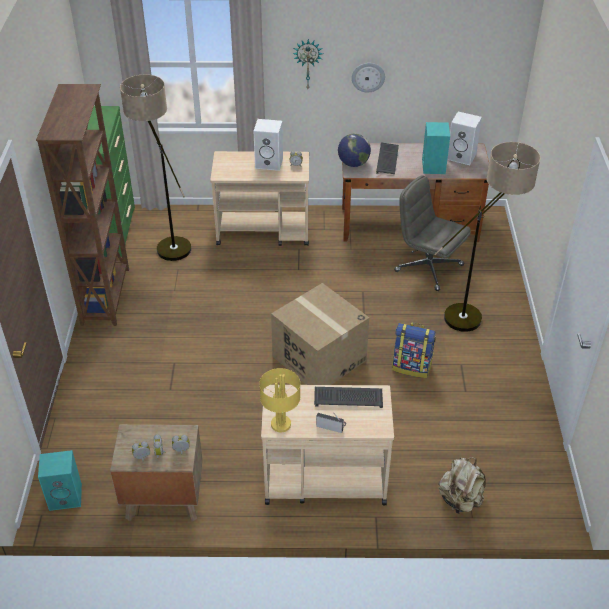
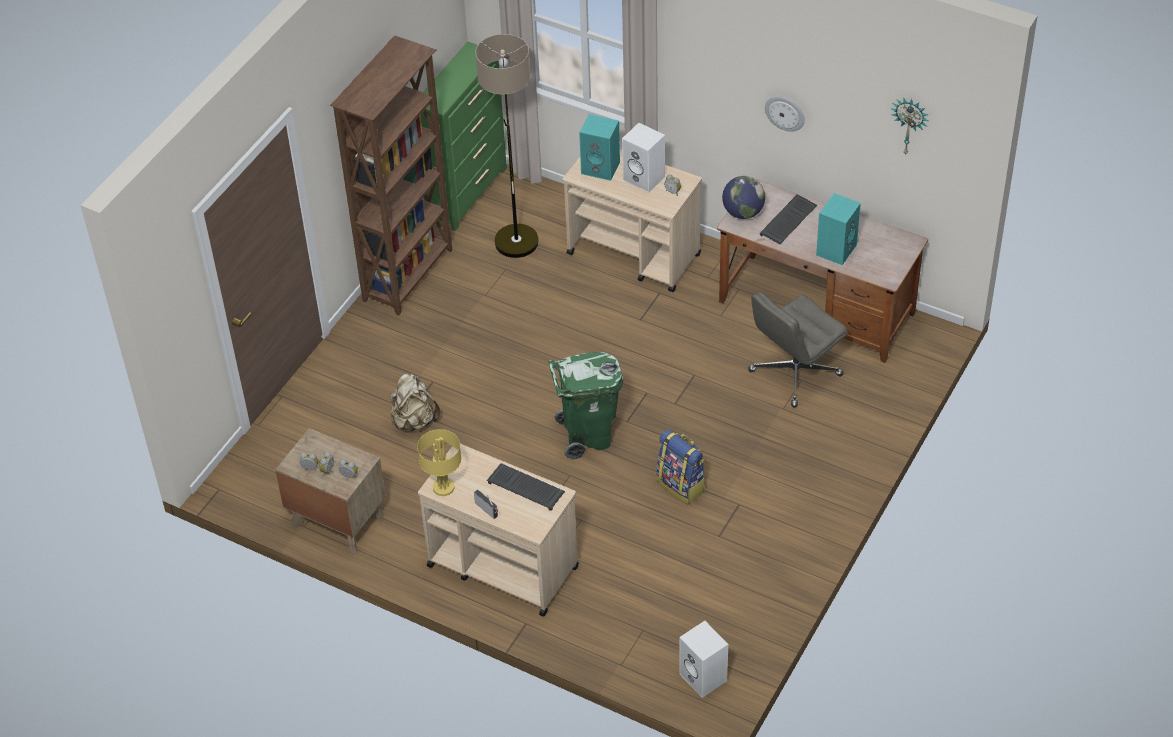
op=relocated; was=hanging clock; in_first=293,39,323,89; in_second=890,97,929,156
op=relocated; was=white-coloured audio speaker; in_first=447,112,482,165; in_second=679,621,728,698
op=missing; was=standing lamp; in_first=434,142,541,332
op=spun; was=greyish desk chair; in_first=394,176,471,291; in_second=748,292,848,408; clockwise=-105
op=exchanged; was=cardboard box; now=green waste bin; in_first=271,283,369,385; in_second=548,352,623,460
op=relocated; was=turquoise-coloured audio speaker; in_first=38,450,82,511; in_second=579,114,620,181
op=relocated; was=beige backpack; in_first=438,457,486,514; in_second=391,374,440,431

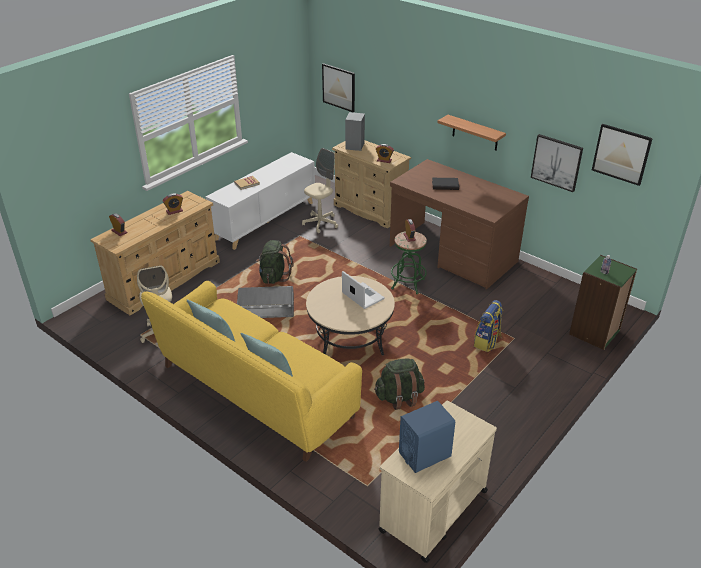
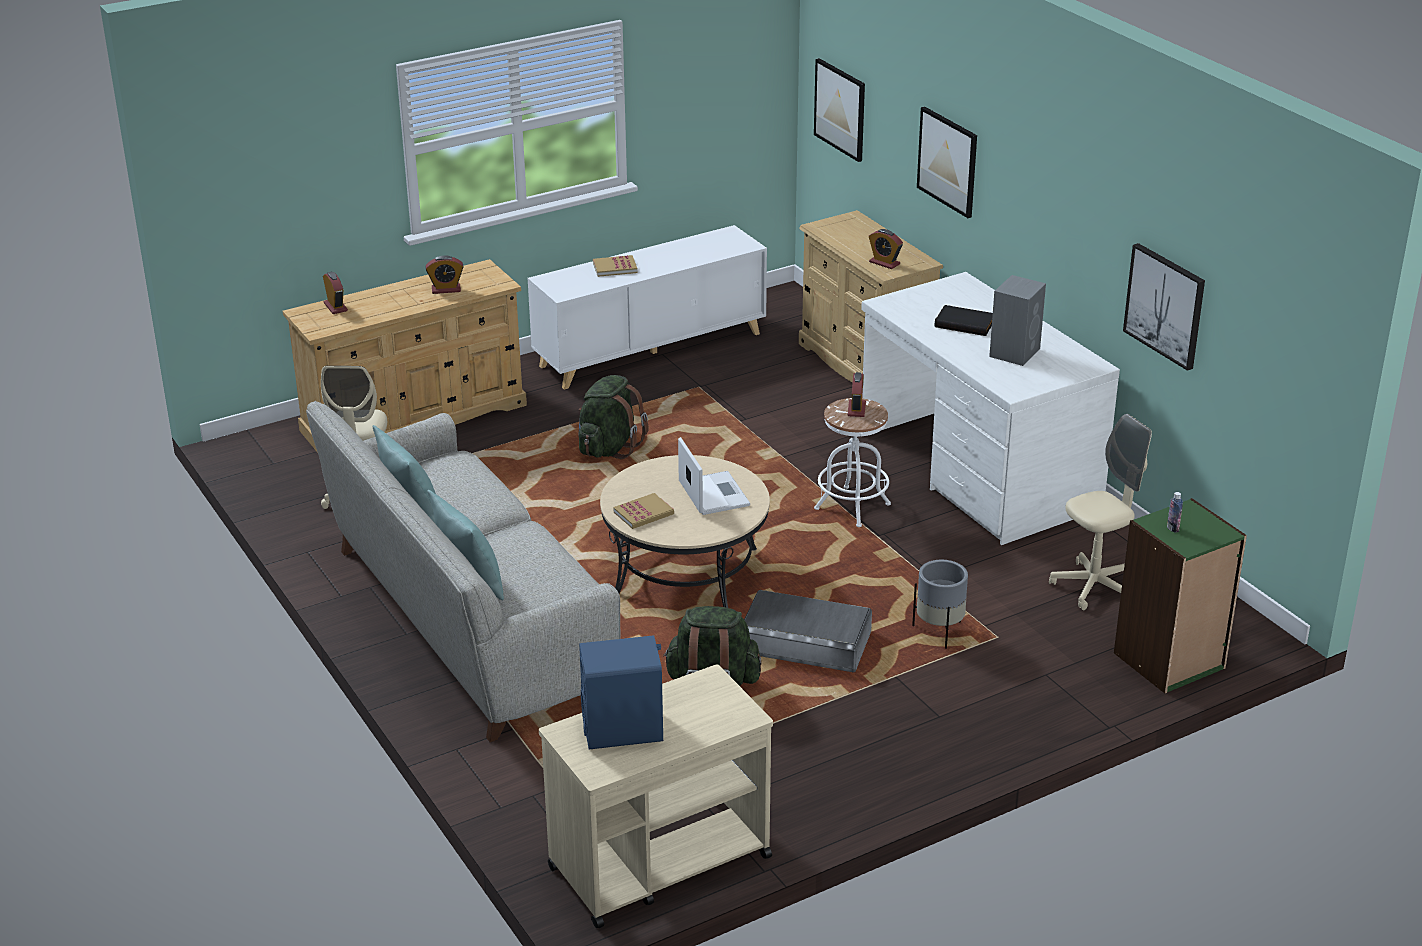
op=relocated; was=greyish audio speaker; in_first=345,112,365,151; in_second=989,275,1046,366
op=missing; was=bracket shelf; in_first=437,115,506,151
op=relocated; was=picture; in_first=592,124,653,186; in_second=917,107,977,218
op=relocated; was=beige desk chair; in_first=302,148,338,233; in_second=1049,414,1152,610
op=colour; was=brownish desk unit; now=white-coloured desk unit; in_first=390,159,529,290; in_second=861,272,1120,545
op=colour; was=green stool; now=white-coloured stool; in_first=391,231,427,294; in_second=814,398,891,527
op=colour; was=yellow-coloured settee; now=greyish settee; in_first=141,281,362,462; in_second=306,401,620,742
op=relocated; was=greyish storage bin; in_first=237,286,294,318; in_second=744,590,872,672
op=exchanged; was=backpack; now=greyish plant pot; in_first=474,300,503,352; in_second=912,560,968,649
op=appeared; now=bound book; in_second=613,493,674,529

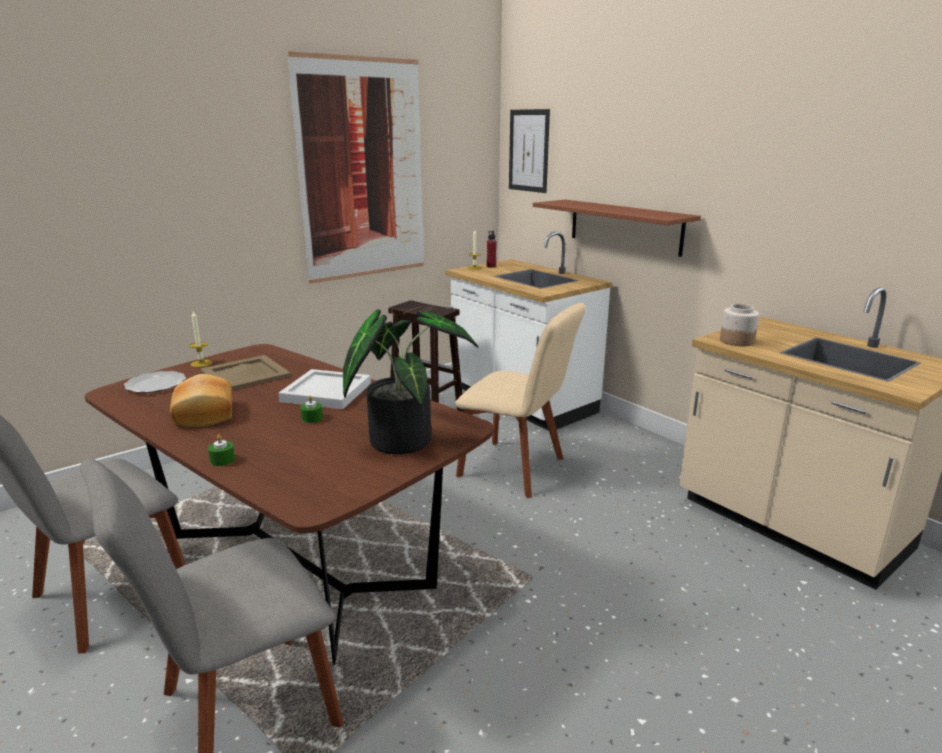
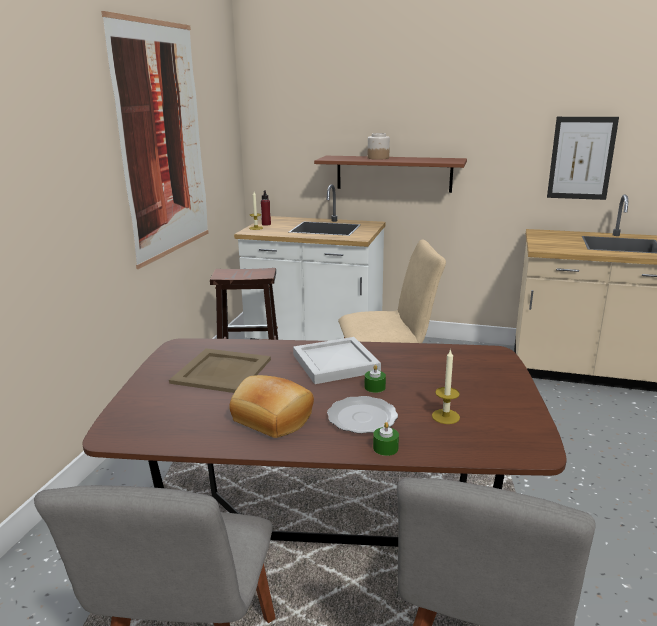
op=relocated; was=picture; in_first=509,109,550,193; in_second=547,117,619,200
op=relocated; was=jar; in_first=720,304,759,346; in_second=368,133,390,160
op=missing; was=plant in a pot; in_first=343,309,478,454
op=relocated; was=wax candle; in_first=189,311,212,367; in_second=432,349,460,424
op=relocated; was=plate; in_first=124,371,186,393; in_second=327,396,398,434

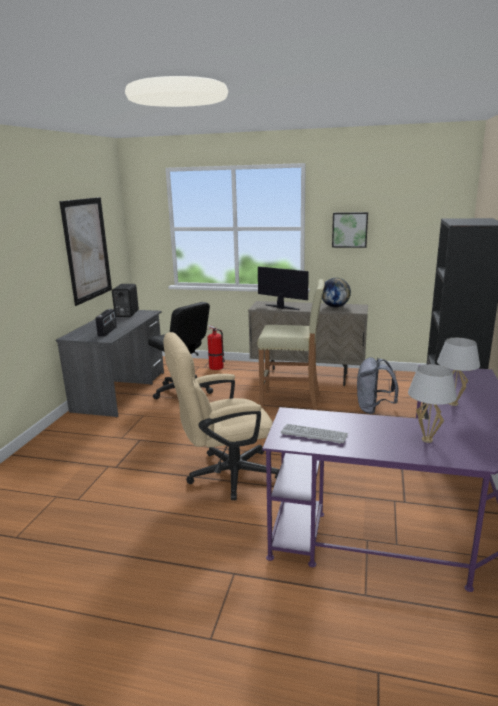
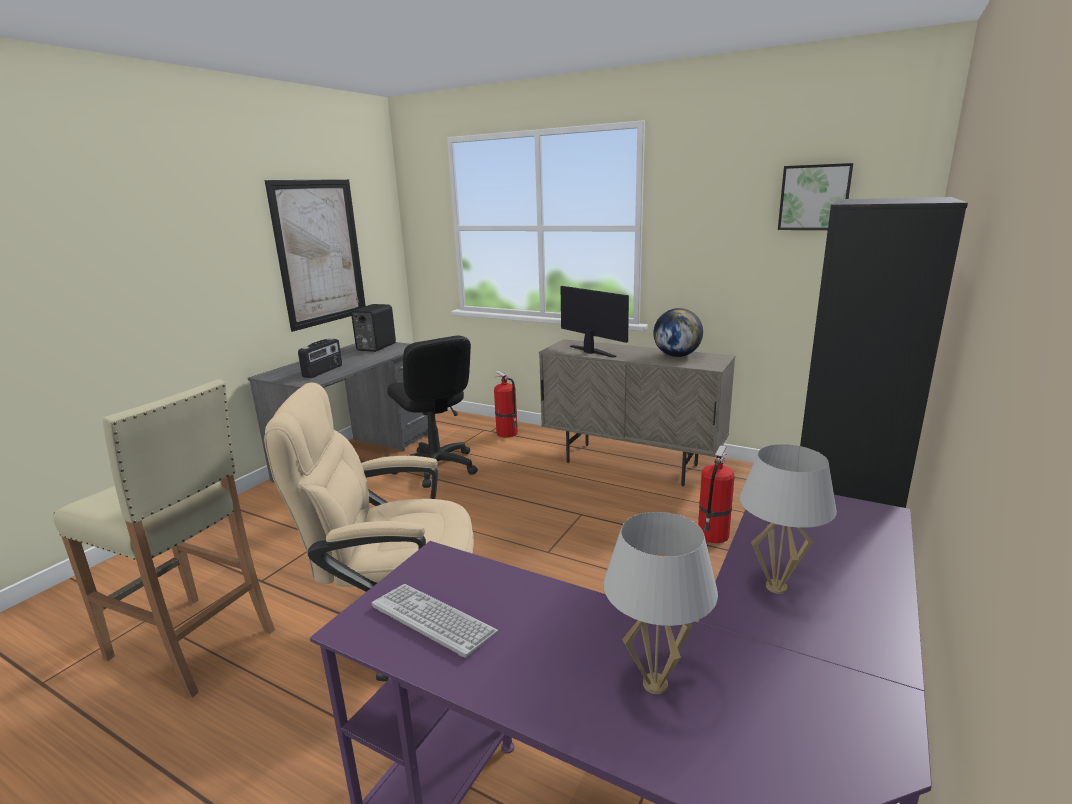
op=relocated; was=picture; in_first=332,212,368,248; in_second=778,163,854,230
op=relocated; was=beige stool; in_first=257,279,325,410; in_second=53,379,275,698
op=exchanged; was=greyish backpack; now=fire extinguisher; in_first=357,357,398,414; in_second=698,445,735,543

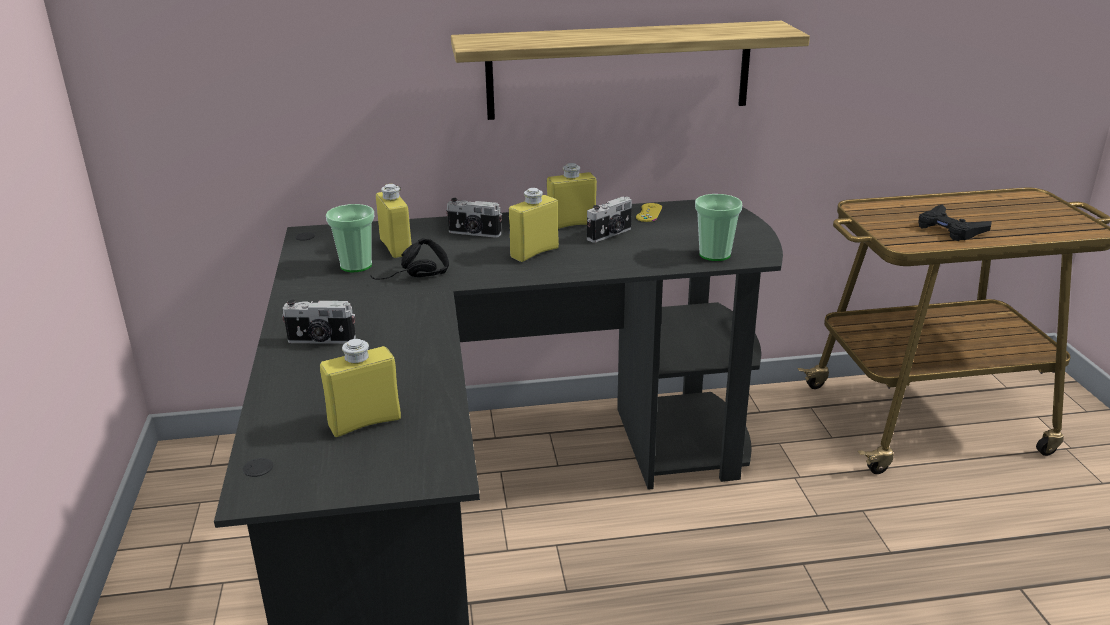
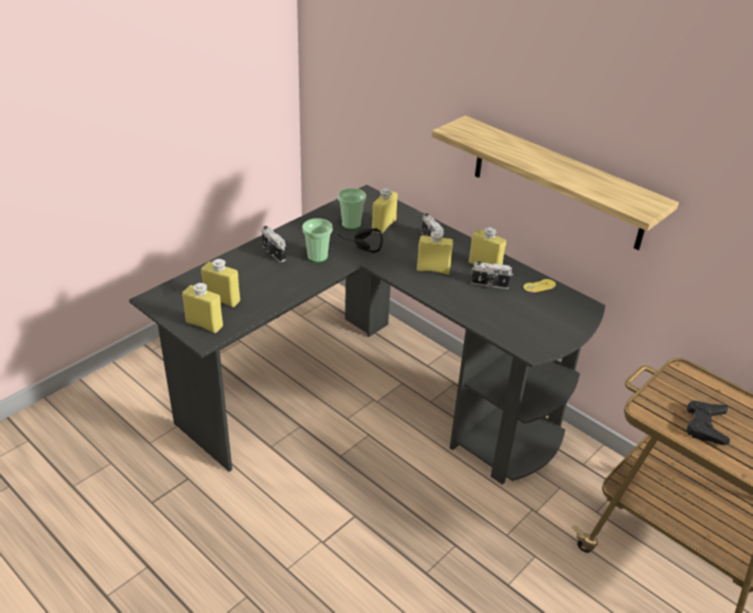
op=relocated; was=drinking cup; in_first=695,194,742,261; in_second=302,218,333,263
op=appeared; now=yellow-coloured bottle; in_second=182,283,223,333

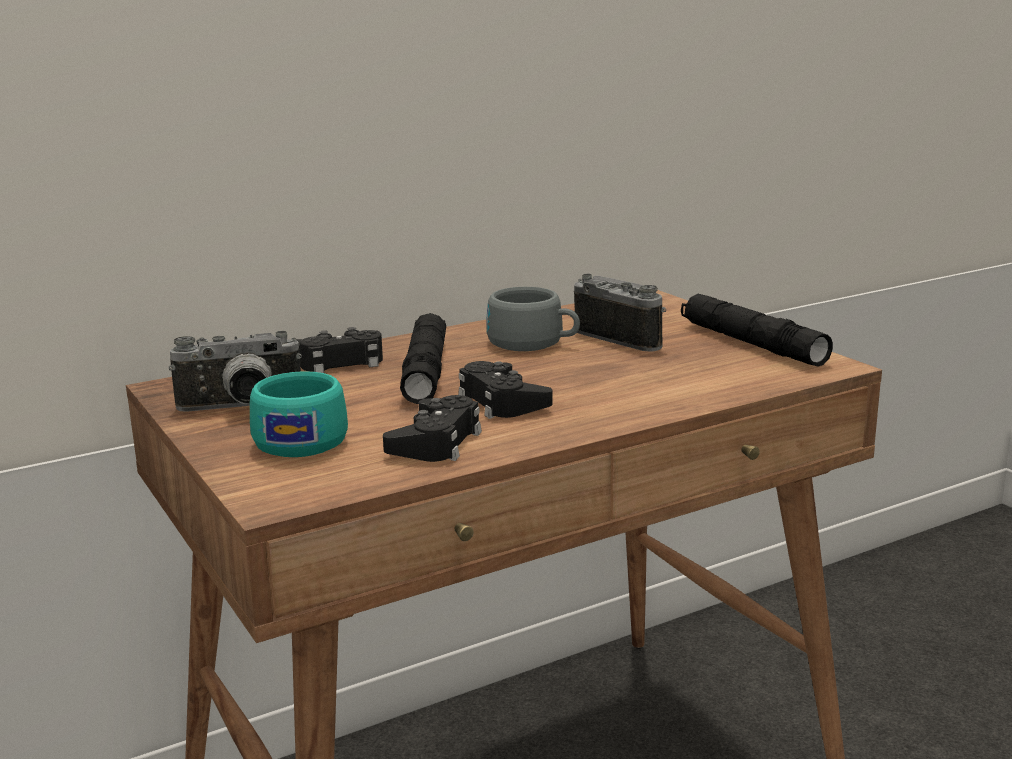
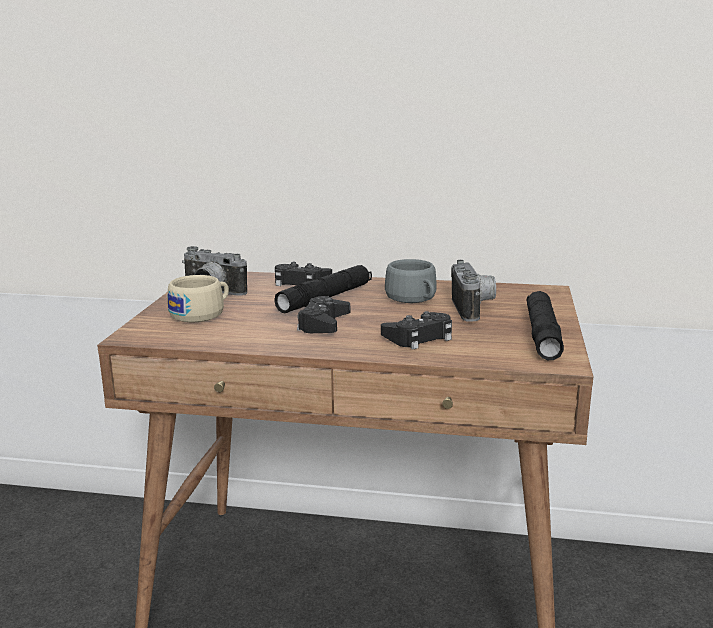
op=colour; was=turquoise-coloured drinking cup; now=beige drinking cup; in_first=250,371,348,457; in_second=168,275,229,322
op=relocated; was=black-coloured game controller; in_first=383,395,482,462; in_second=381,311,452,349

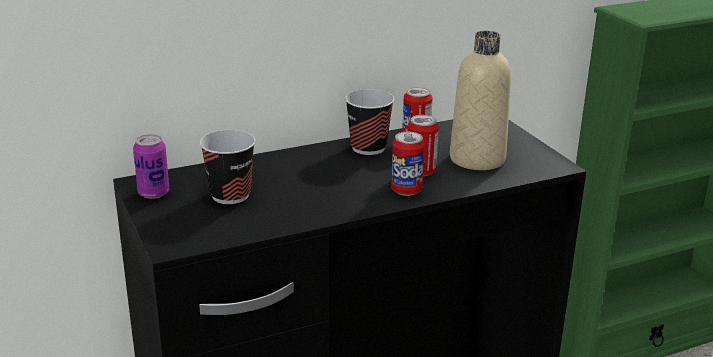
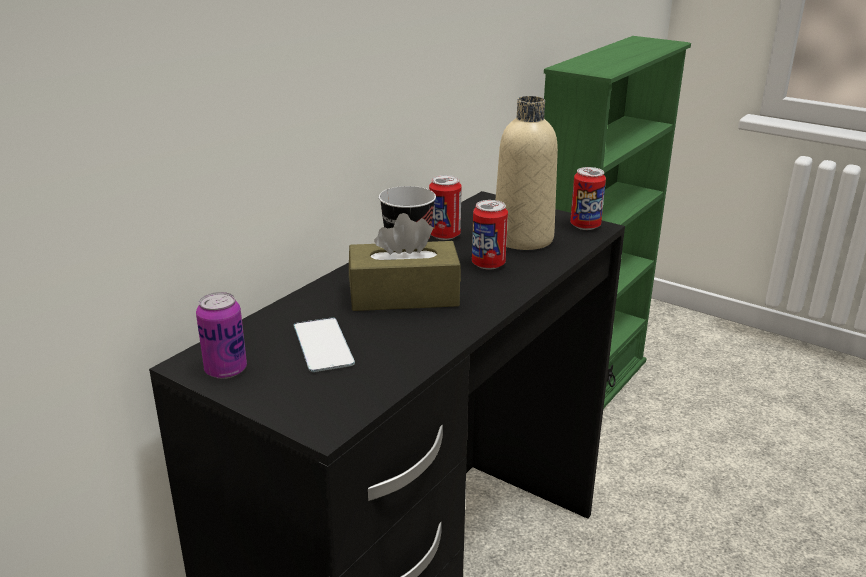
op=exchanged; was=drinking cup; now=handset; in_first=200,130,255,204; in_second=294,317,355,372
op=relocated; was=can; in_first=391,132,425,196; in_second=570,167,606,230
op=appeared; now=brownish tissue holder; in_second=349,213,461,311

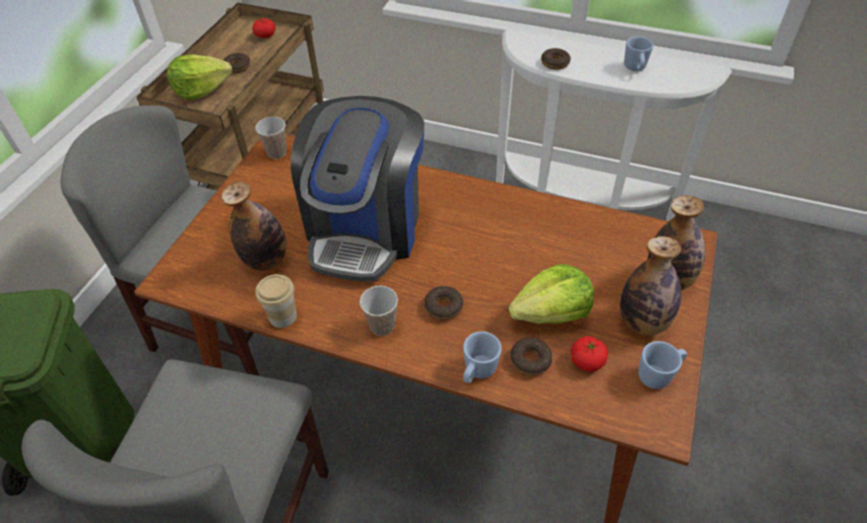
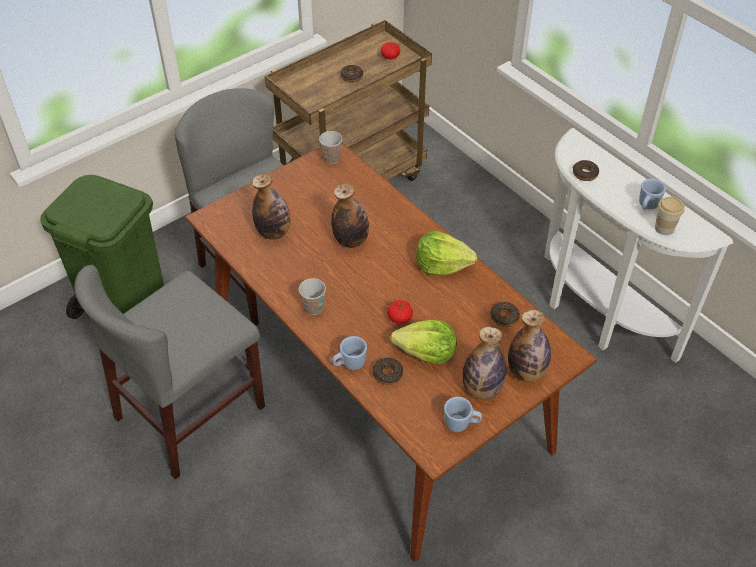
op=relocated; was=head of lettuce; in_first=167,55,232,100; in_second=416,231,477,276
op=exchanged; was=coffee maker; now=bottle; in_first=291,96,424,282; in_second=331,183,369,248
op=relocated; was=drinking cup; in_first=256,274,297,328; in_second=655,197,685,235
op=relocated; was=ring doughnut; in_first=424,286,463,320; in_second=490,302,520,327
op=relocated; was=whole tomato; in_first=571,336,608,372; in_second=387,300,413,324

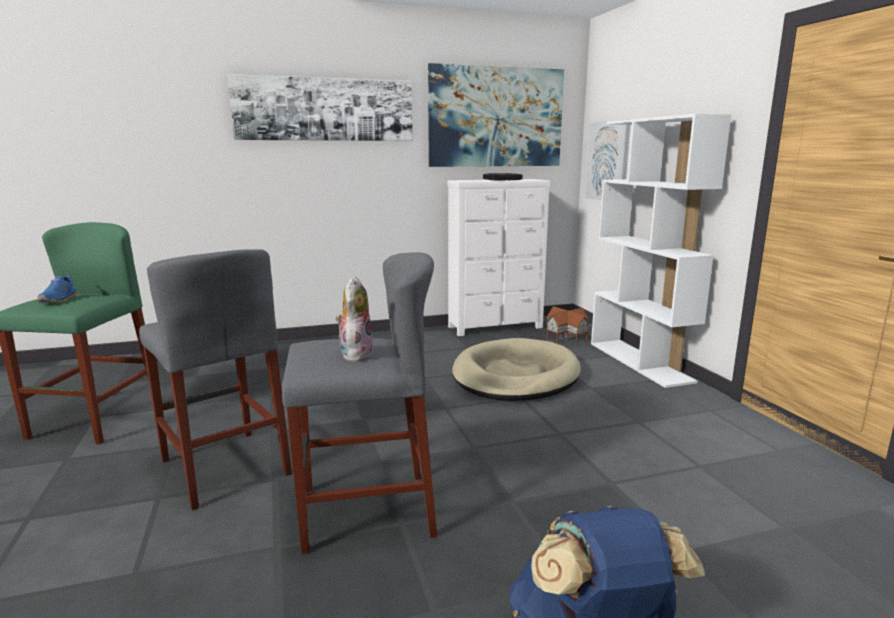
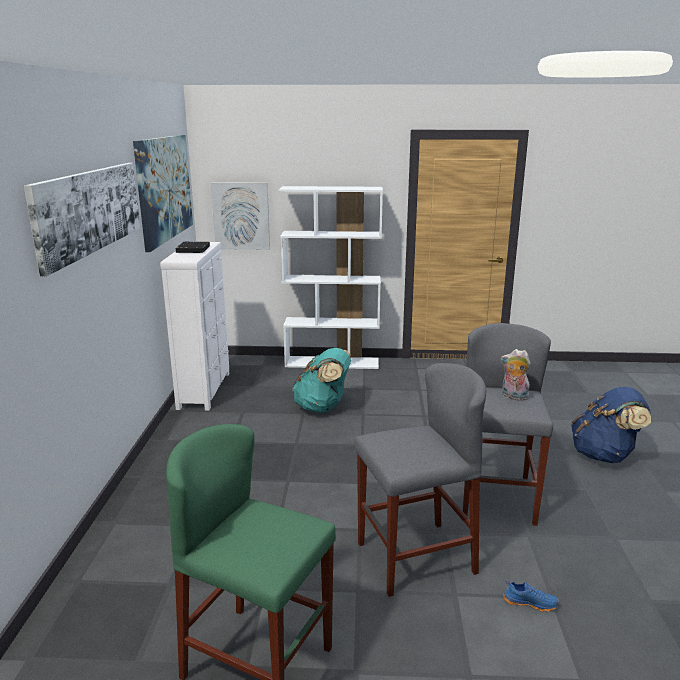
op=relocated; was=blue shoe; in_first=38,274,77,303; in_second=503,580,559,612
op=missing; was=model house; in_first=546,306,590,344
op=exchanged; was=beige dog bed; now=turquoise-coloured backpack; in_first=452,338,581,401; in_second=292,348,351,413

